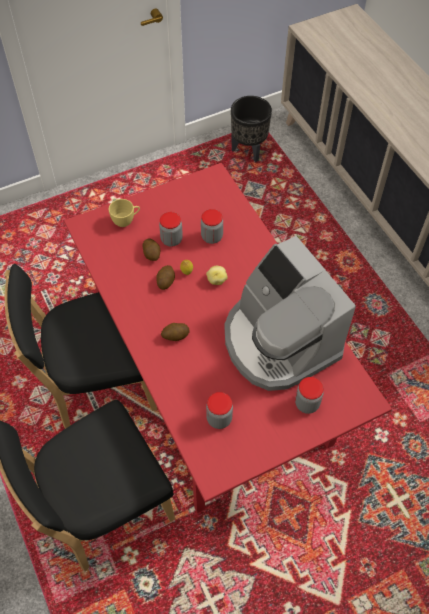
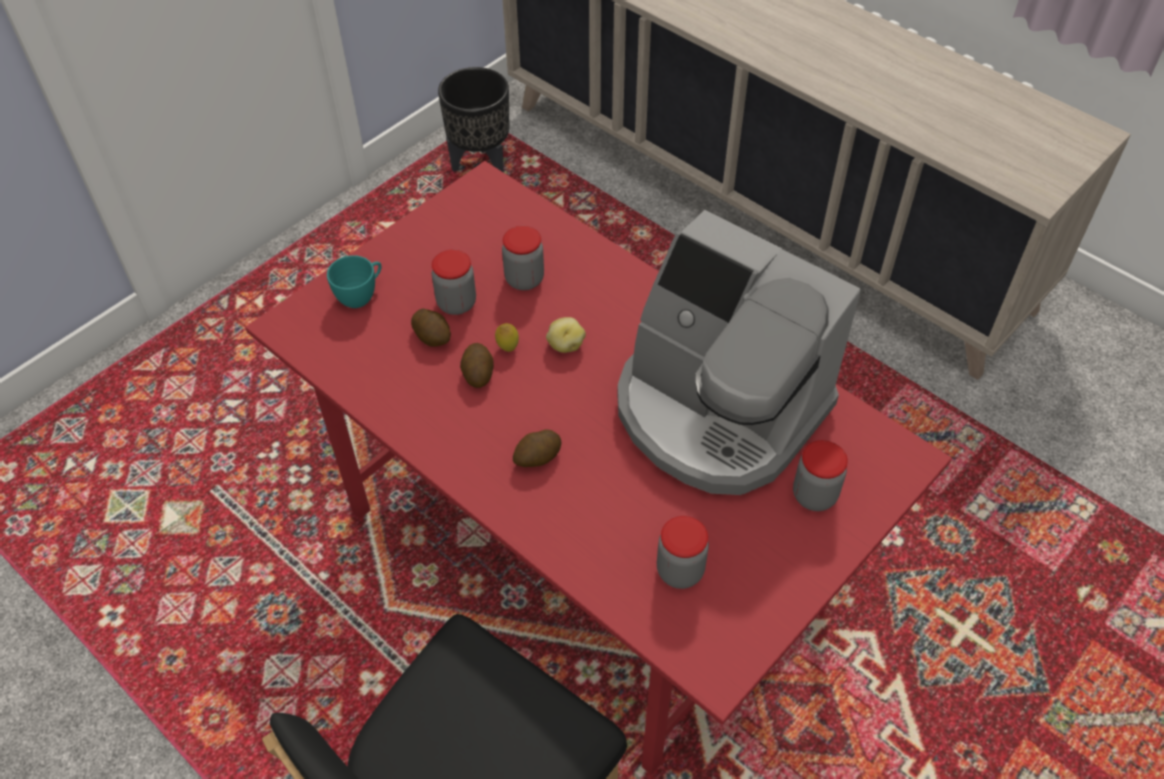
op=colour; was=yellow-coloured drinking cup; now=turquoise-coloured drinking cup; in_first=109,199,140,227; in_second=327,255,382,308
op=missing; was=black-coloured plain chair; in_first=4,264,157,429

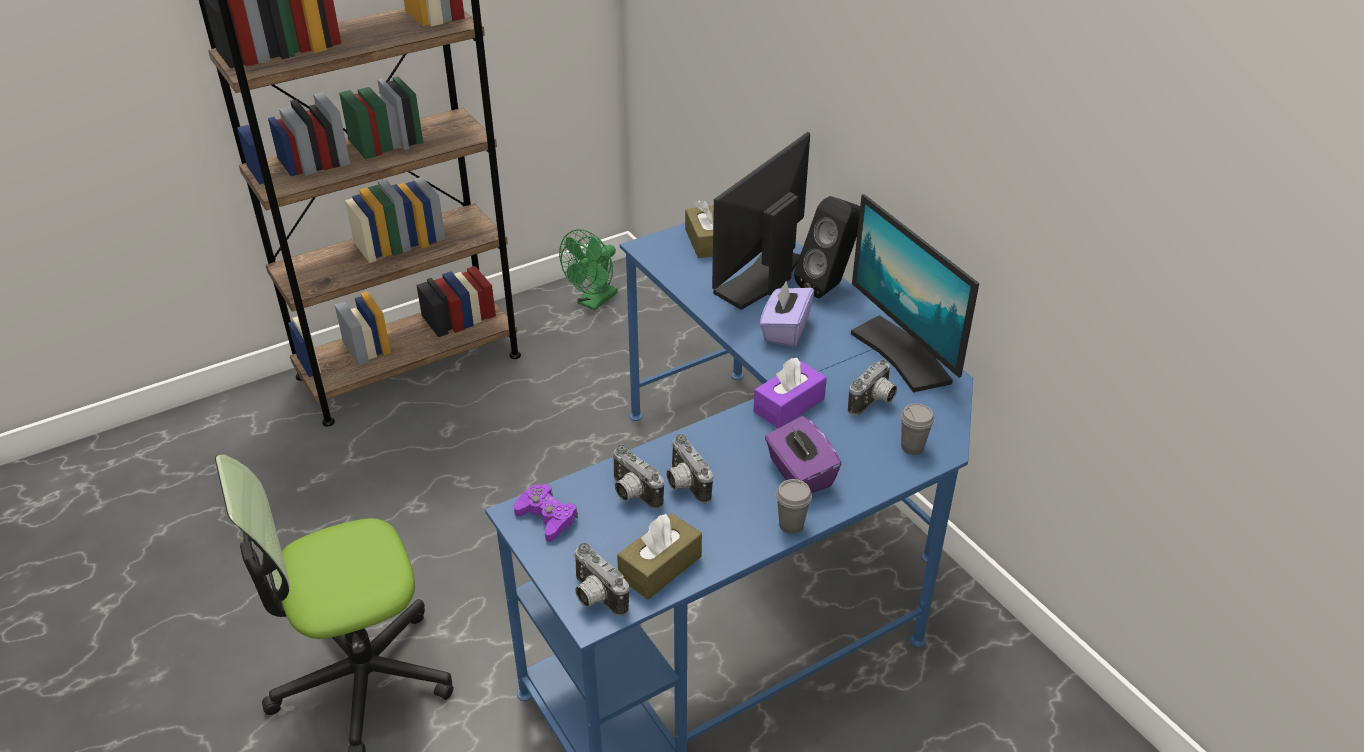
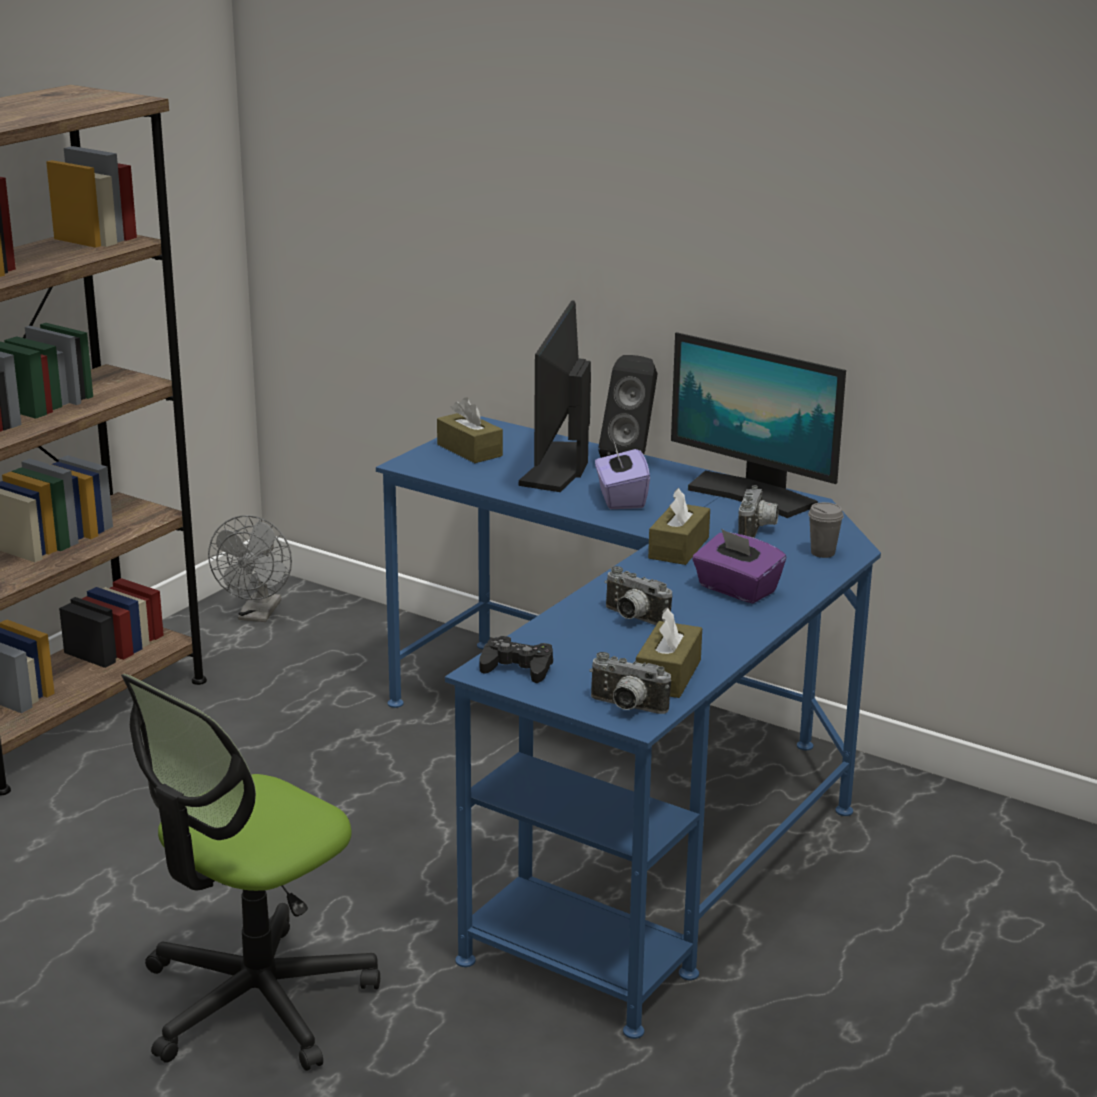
op=colour; was=green electric fan; now=greyish electric fan; in_first=559,229,618,311; in_second=208,515,292,622
op=colour; was=purplish tissue holder; now=brownish tissue holder; in_first=753,358,827,428; in_second=648,488,710,565
op=missing; was=photo camera; in_first=612,445,664,509
op=missing; was=greyish drinking cup; in_first=776,479,812,534
op=colour; was=purplish game controller; now=black-coloured game controller; in_first=514,484,578,542; in_second=480,636,553,683

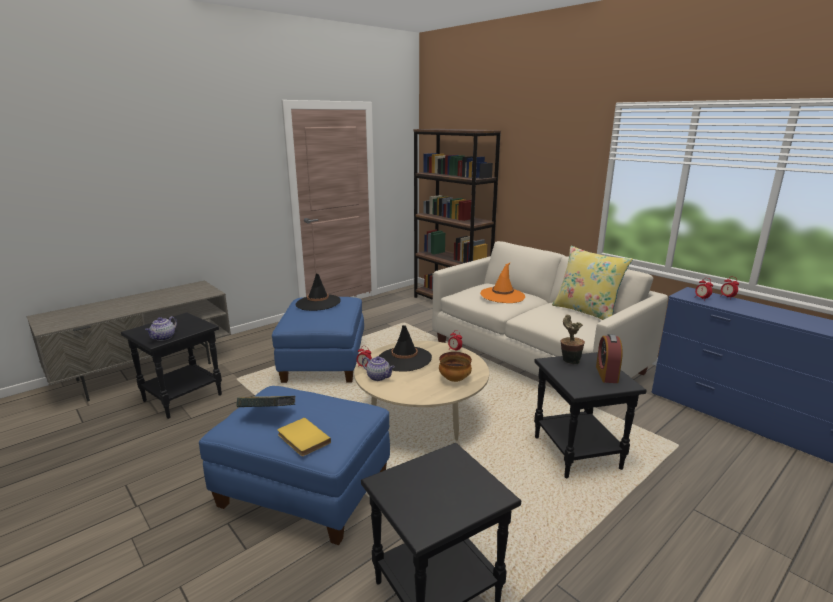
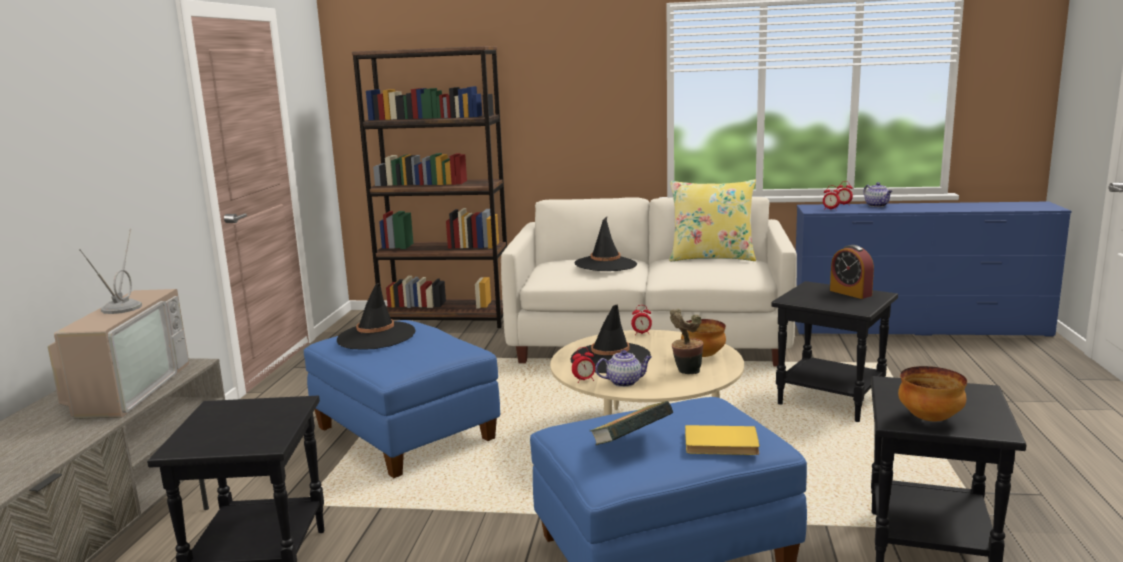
op=colour; was=orange clothing hat; now=black-coloured clothing hat; in_first=480,262,526,303; in_second=574,217,637,271
op=relocated; was=plant in a pot; in_first=560,314,585,365; in_second=670,309,704,374
op=relocated; was=teapot; in_first=145,316,177,341; in_second=863,182,892,207
op=appeared; now=TV set; in_second=47,229,189,419
op=appeared; now=serving bowl; in_second=898,366,967,421

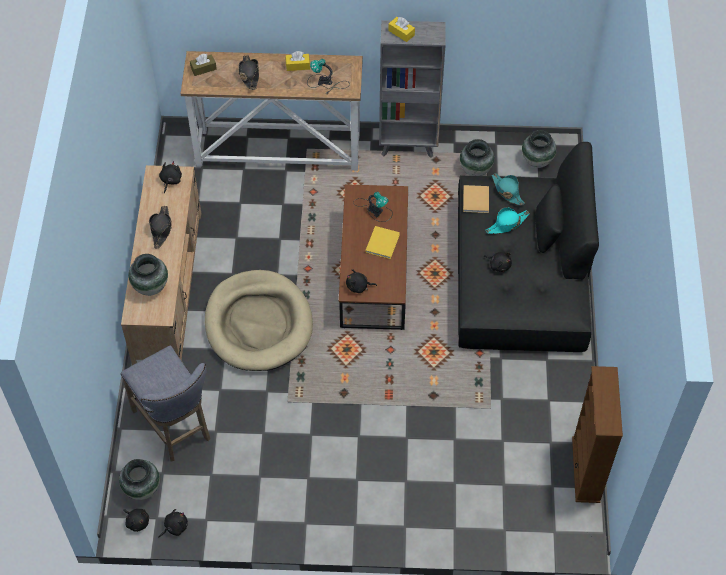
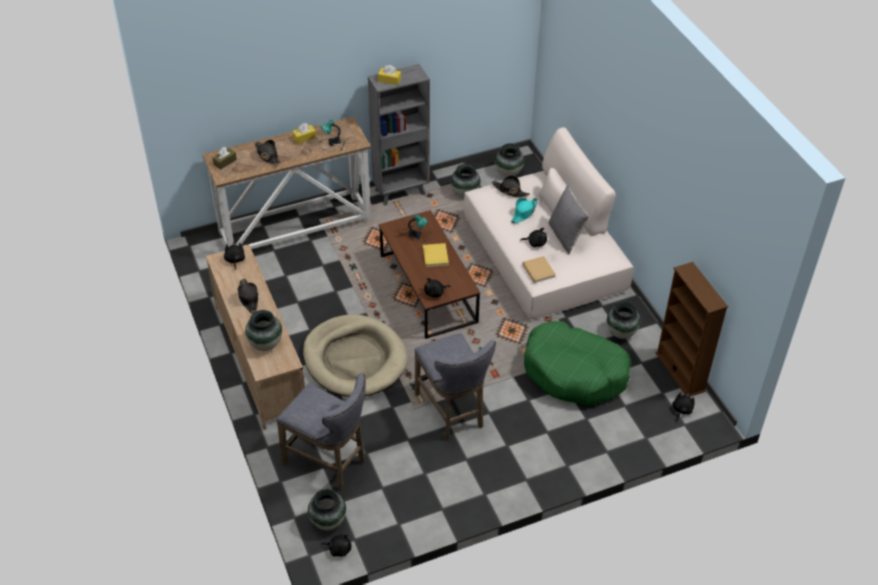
op=colour; was=black-coloured settee; now=beige settee; in_first=458,142,599,352; in_second=464,127,633,320
op=colour; was=turquoise-coloured clothing hat; now=black-coloured clothing hat; in_first=492,173,525,205; in_second=492,175,530,197
op=relocated; was=beige bound book; in_first=463,185,489,213; in_second=523,256,556,283
op=relocated; was=black-coloured soft toy; in_first=158,509,188,538; in_second=672,392,695,421
op=appeared; now=greyish throw pillow; in_second=549,185,589,254
op=appeared; now=decorative vase; in_second=607,302,641,339
op=appeared; now=green dog bed; in_second=524,321,632,405
op=appeared; now=greyish stool; in_second=414,333,496,440

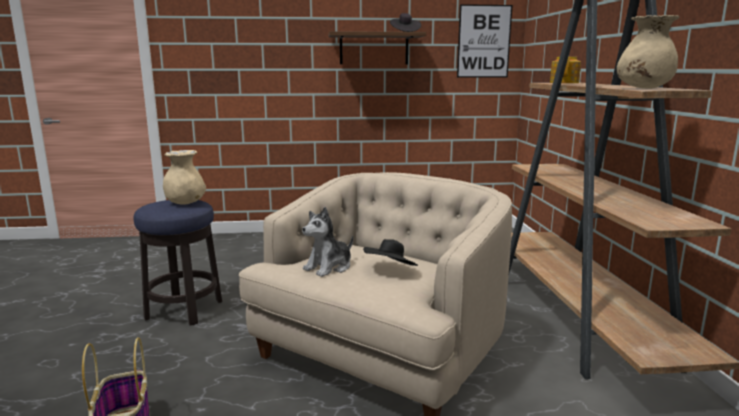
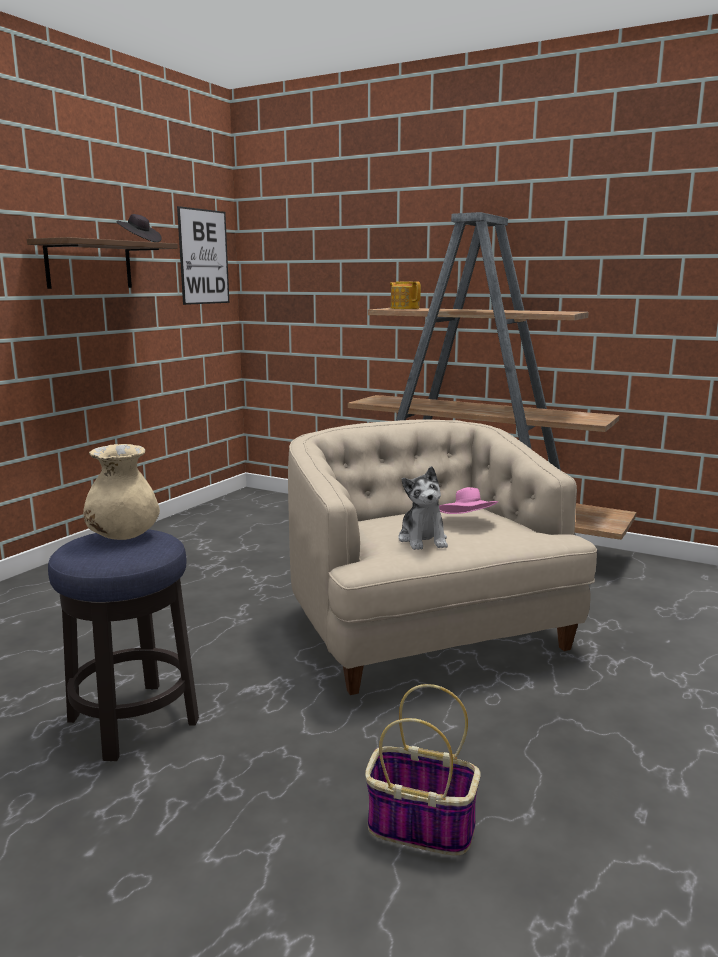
op=missing; was=beige decorative vase; in_first=617,15,679,89
op=colour; was=black-coloured clothing hat; now=pink-coloured clothing hat; in_first=363,239,418,266; in_second=439,487,498,514

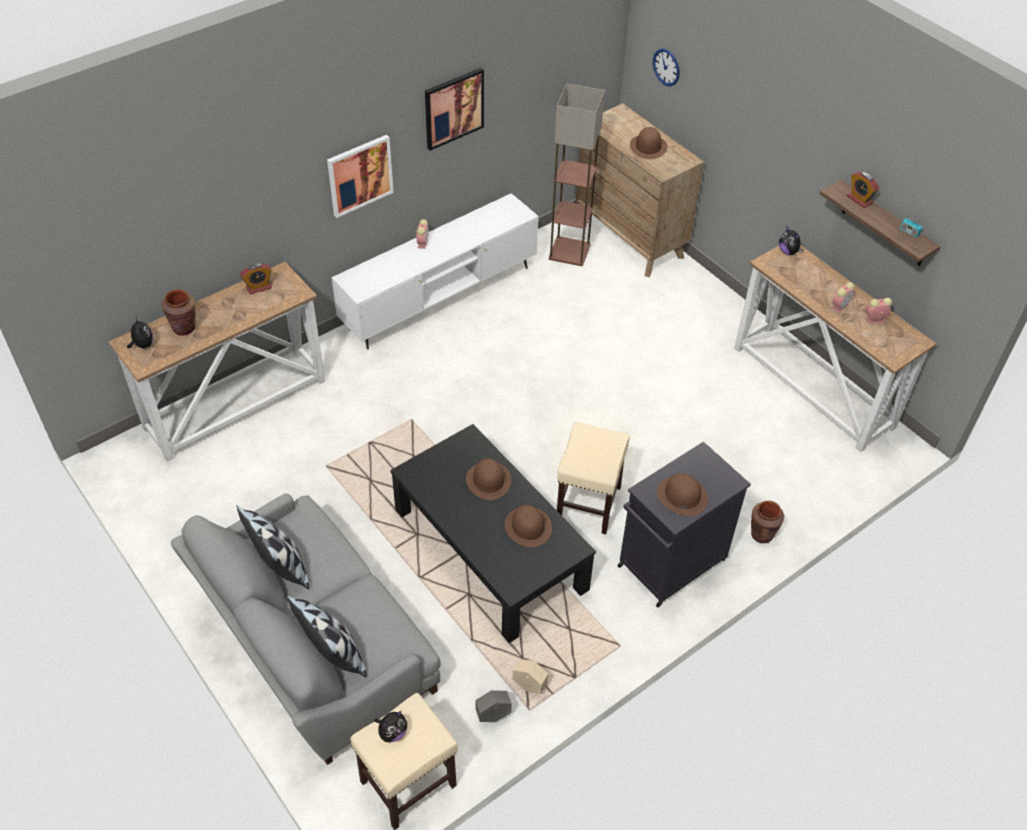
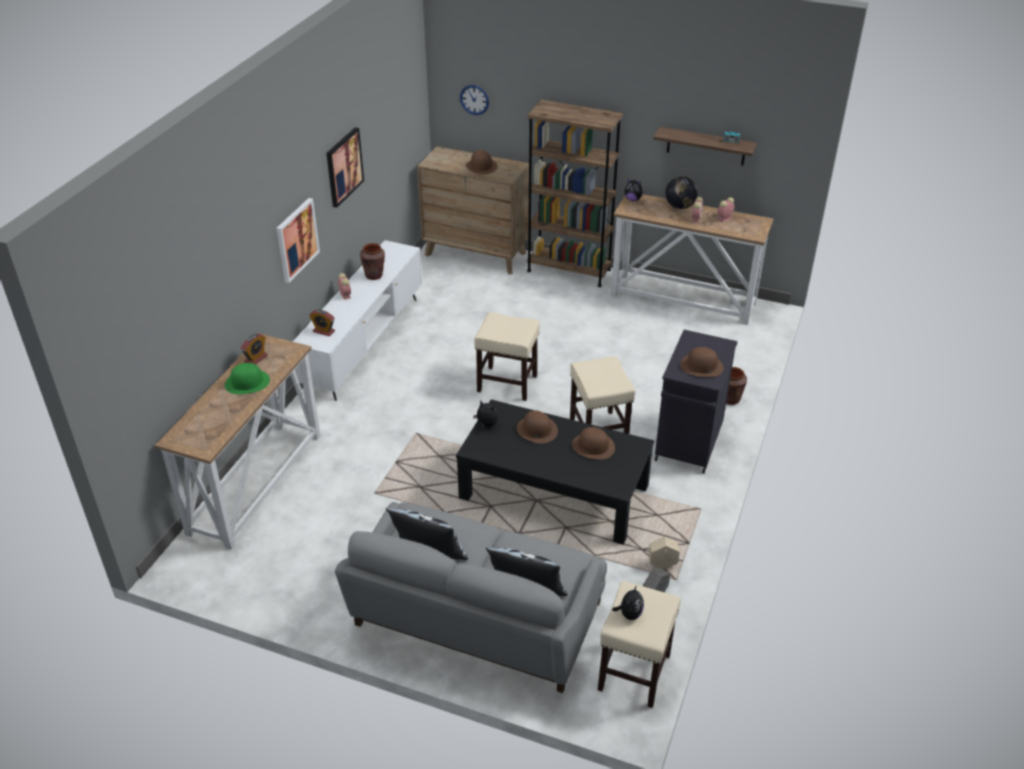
op=missing; was=standing lamp; in_first=549,83,605,266
op=relocated; was=bedside clock; in_first=847,172,879,208; in_second=309,309,335,336
op=relocated; was=brownish decorative vase; in_first=162,290,196,335; in_second=360,243,385,280
op=relocated; was=soft toy; in_first=127,316,153,348; in_second=473,401,498,430
op=appeared; now=brownish shelving unit; in_second=527,100,623,287
op=appeared; now=globe; in_second=665,176,698,209
op=appeared; now=beige stool; in_second=474,312,540,401
op=appeared; now=green clothing hat; in_second=225,363,270,394

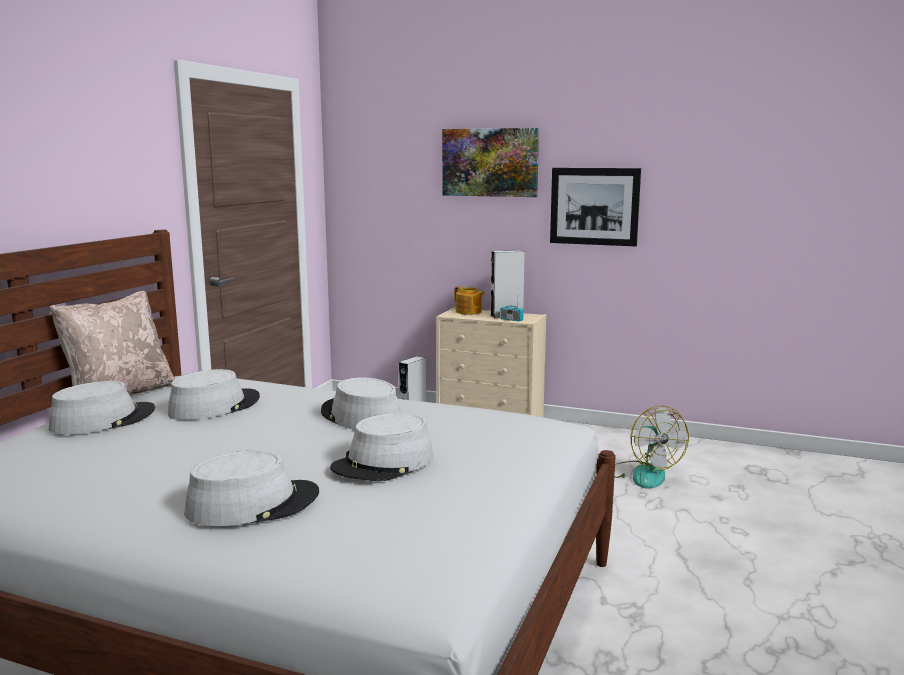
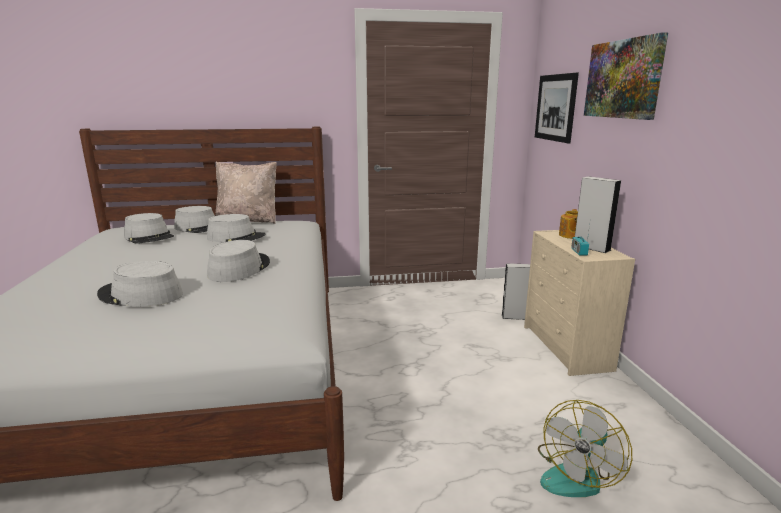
op=relocated; was=picture; in_first=550,168,641,246; in_second=535,73,579,143
op=relocated; was=greyish clothing hat; in_first=184,451,319,526; in_second=124,213,174,244

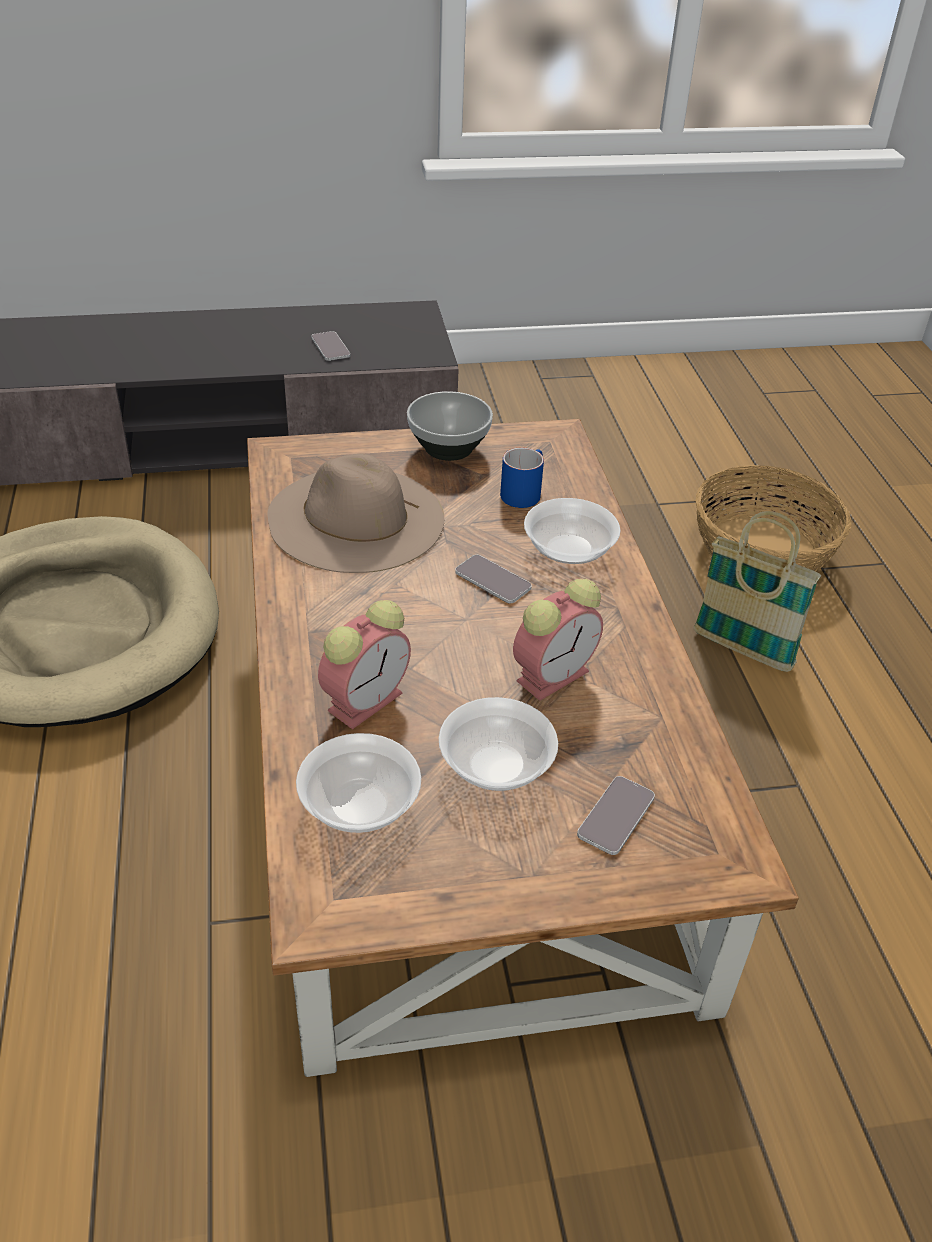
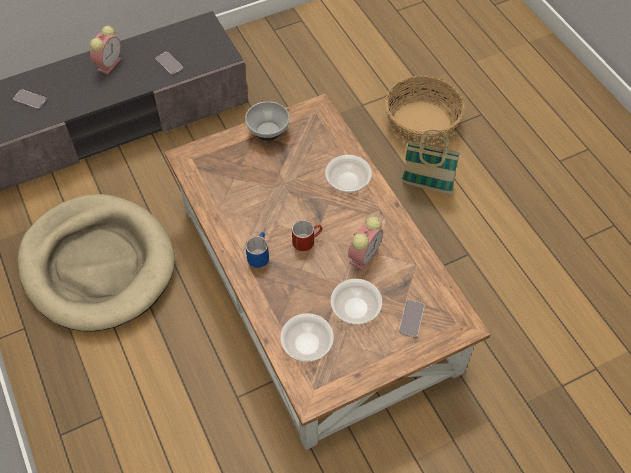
op=relocated; was=blue tea mug; in_first=500,447,544,508; in_second=245,232,269,268
op=missing; was=beige clothing hat; in_first=267,454,444,573
op=relocated; was=handset; in_first=455,555,532,604; in_second=13,89,47,109
op=relocated; was=bedside clock; in_first=318,600,411,729; in_second=90,26,122,74
op=appeared; now=red-coloured tea mug; in_second=292,220,322,251

